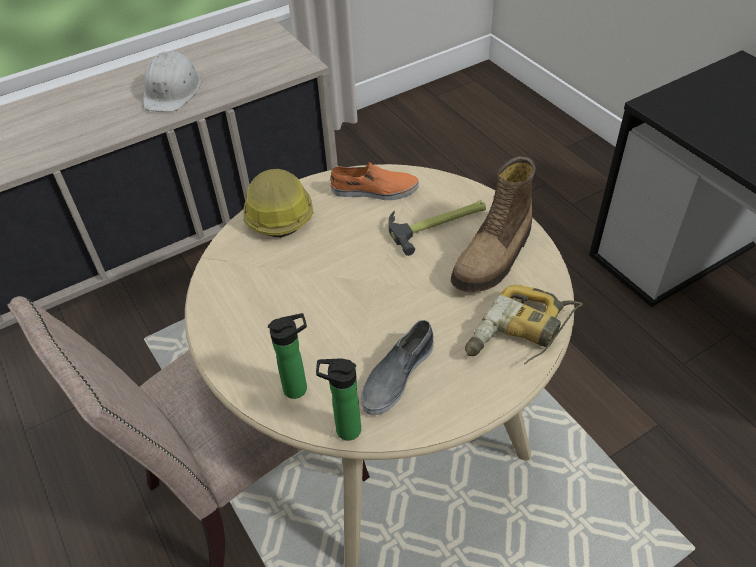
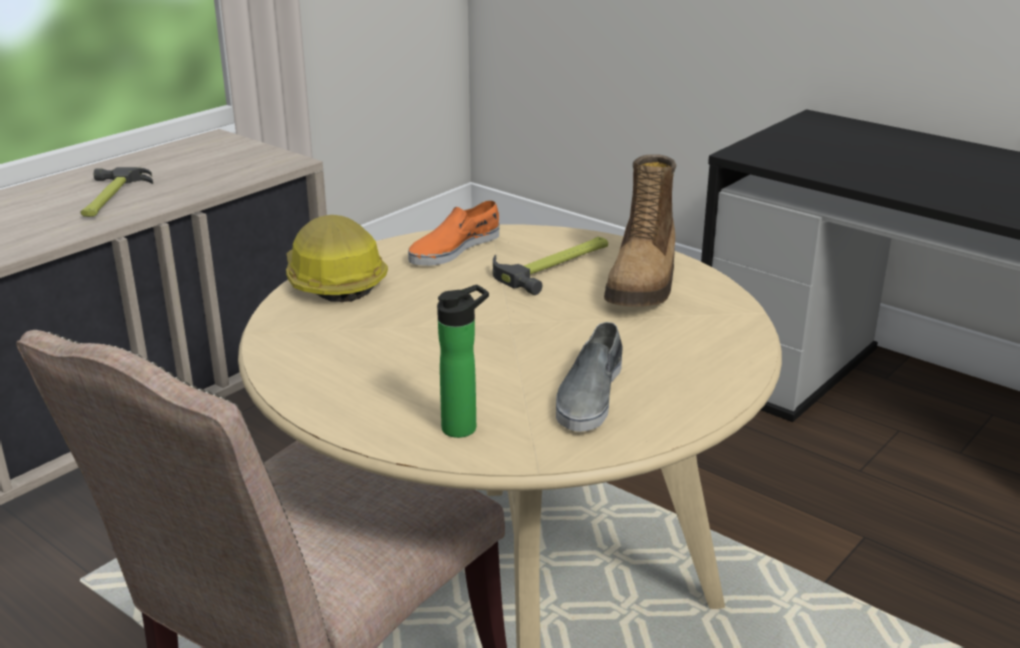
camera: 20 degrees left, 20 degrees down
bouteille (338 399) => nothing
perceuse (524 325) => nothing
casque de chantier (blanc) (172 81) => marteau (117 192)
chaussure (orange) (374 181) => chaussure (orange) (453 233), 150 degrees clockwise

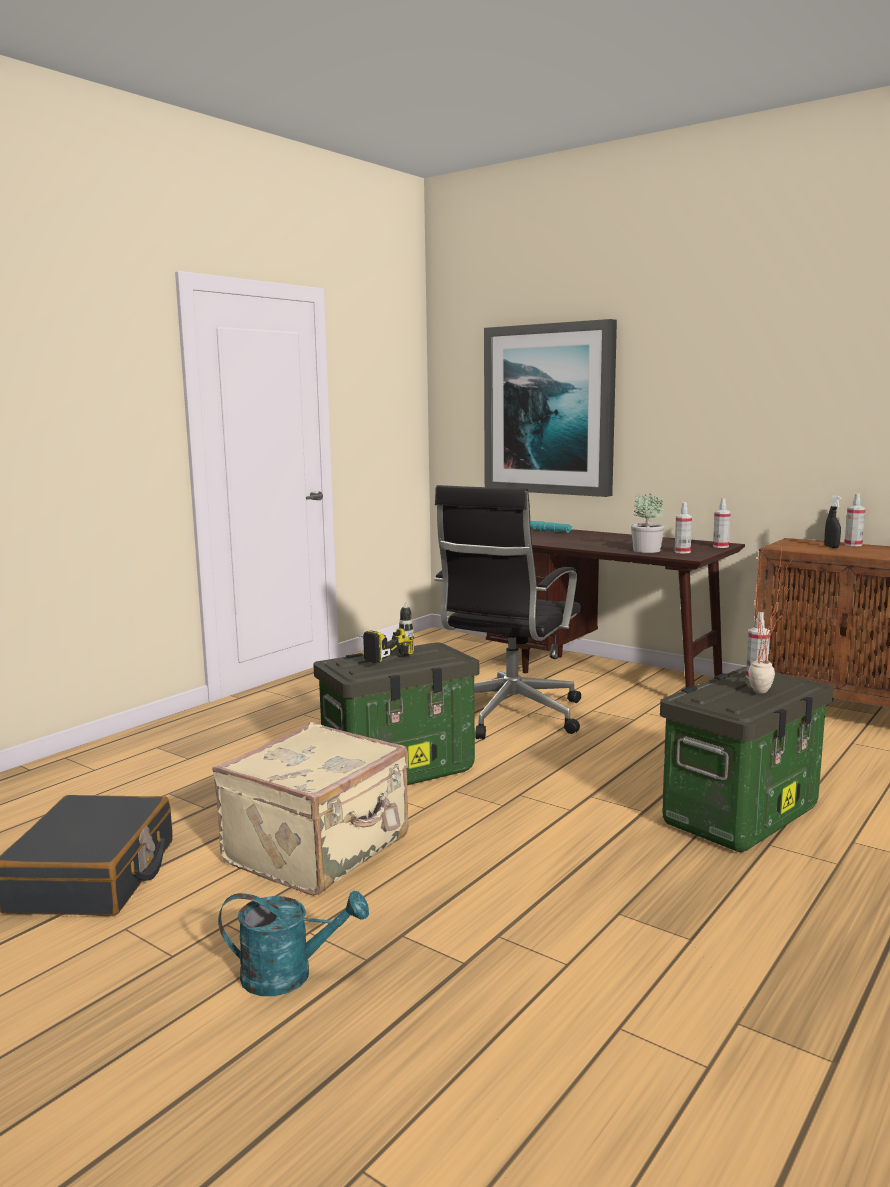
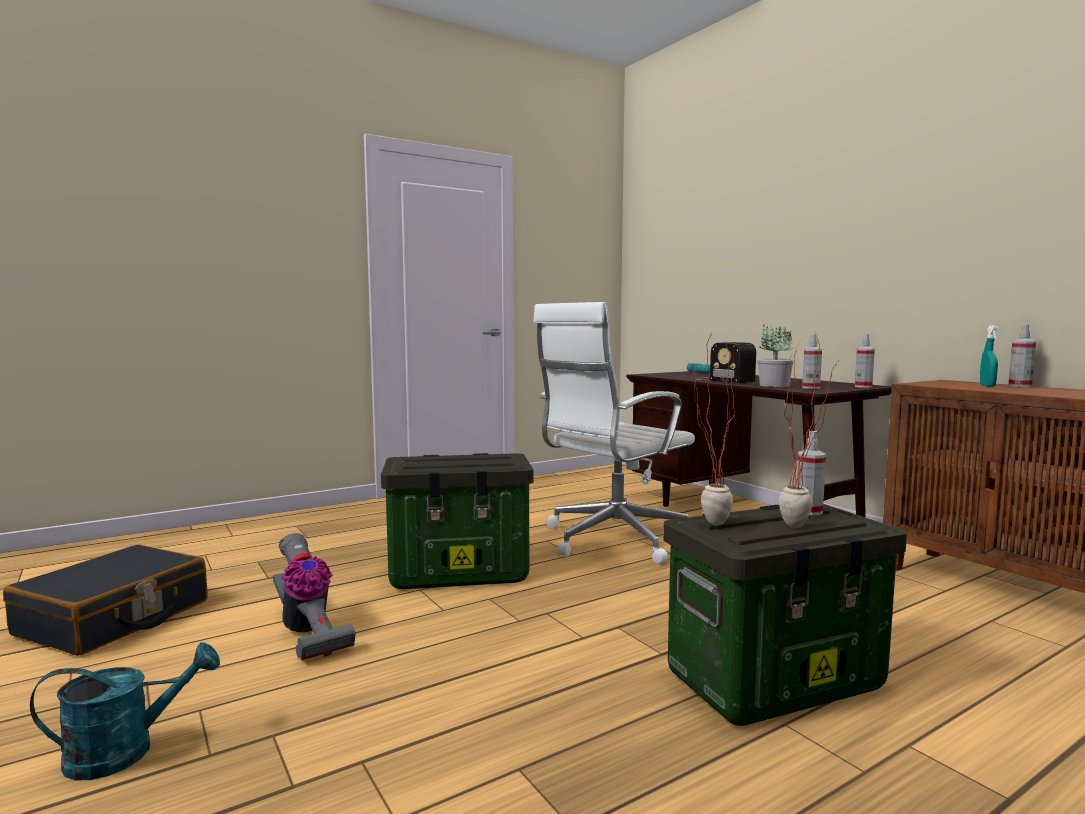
camera: 20 degrees right, 5 degrees down
perceuse (385 633) => nothing
tableau (550 408) => nothing
nothing => plante en pot (711 429)
nothing => radio (726 362)
valise (beige) (310 809) => aspirateur (314 597)
chaise de bureau (noir) (507 612) => chaise de bureau (blanc) (614 433)
vaporisateur (noir) (832 522) => vaporisateur (turquoise) (989 356)
arrosoir (turquoise) (293 943) => arrosoir (turquoise) (125 711), 45 degrees counterclockwise

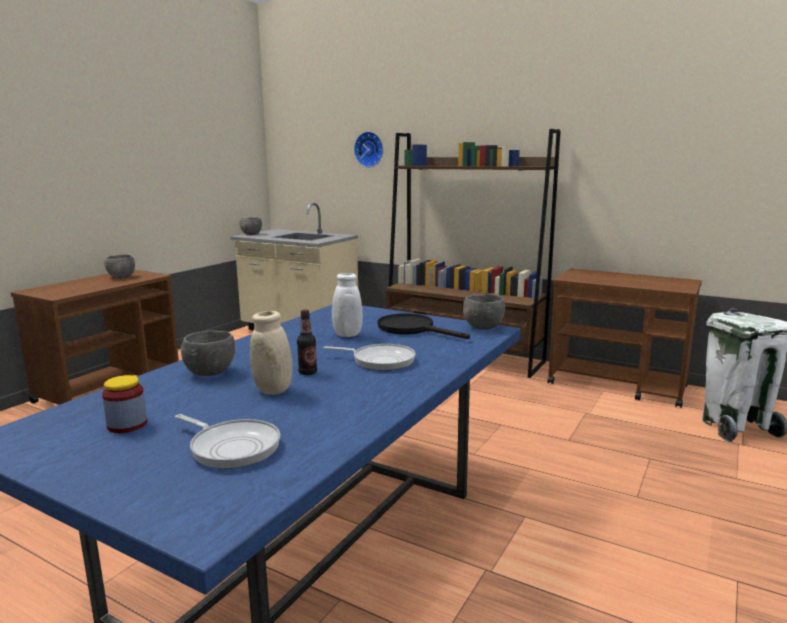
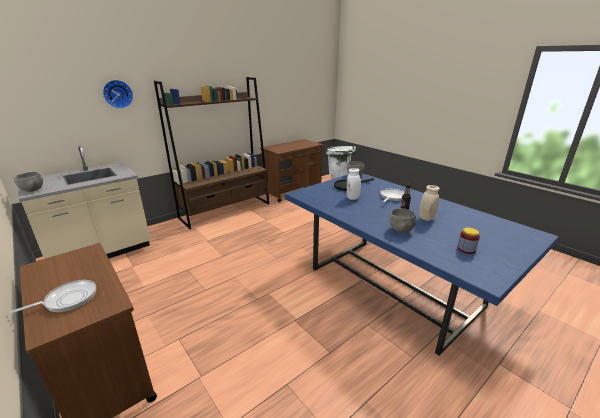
camera: 70 degrees left, 10 degrees up
bol (gris) (119 266) => nothing
poêle (227 441) => poêle (53 297), relocated

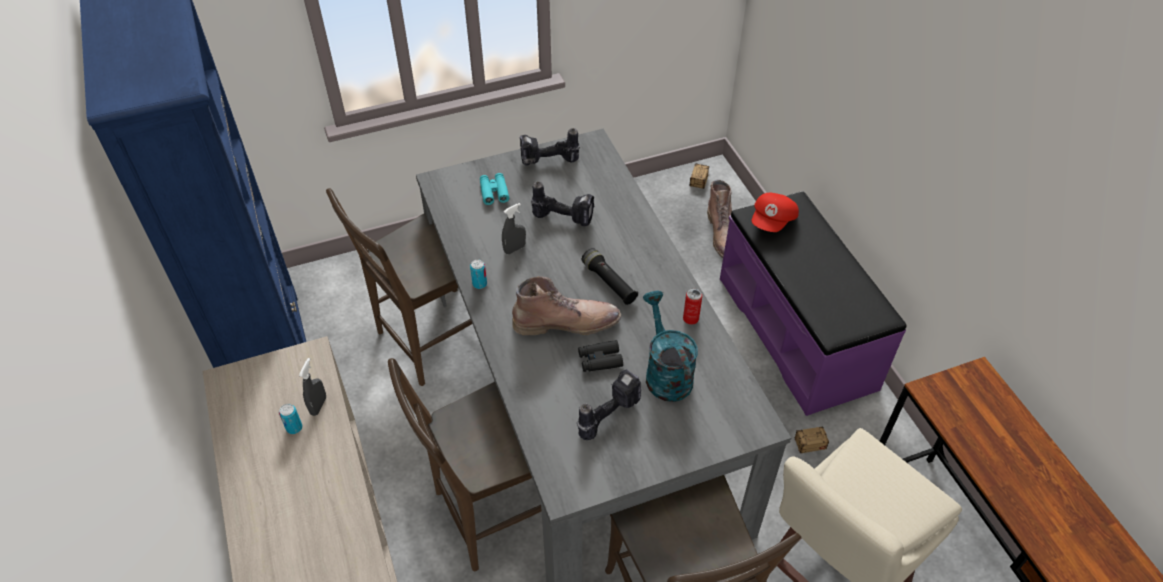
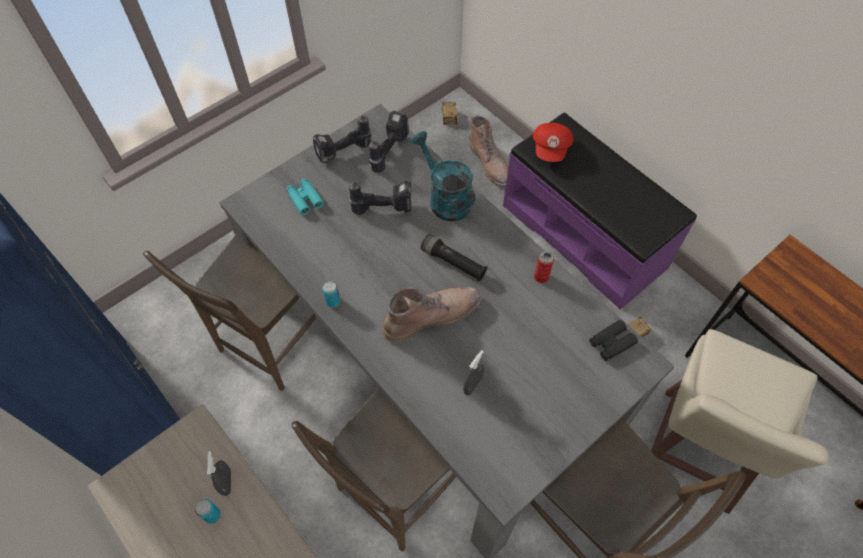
camera: 20 degrees left, 10 degrees up
vaporisateur (gris) (514 228) => vaporisateur (gris) (473 372), relocated
perceuse (609 404) => perceuse (389 142), relocated
jumelles (noir) (600 356) => jumelles (noir) (613 340), relocated
arrosoir (turquoise) (670 346) => arrosoir (turquoise) (443 176), relocated

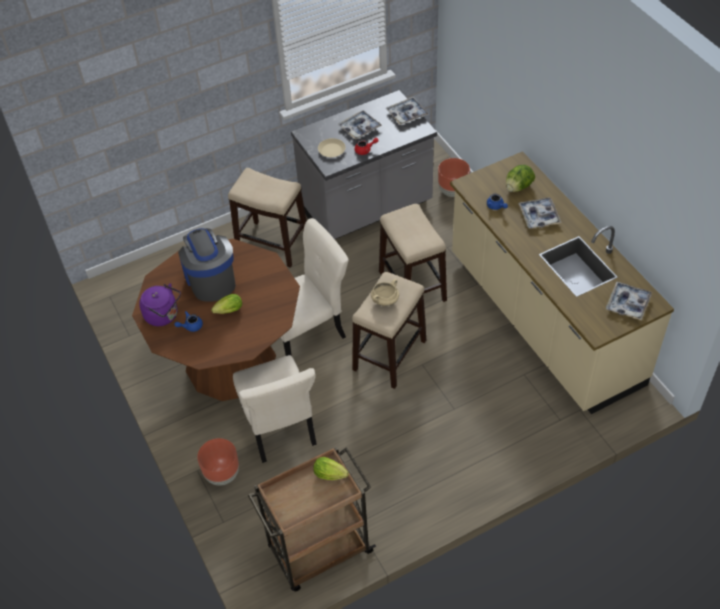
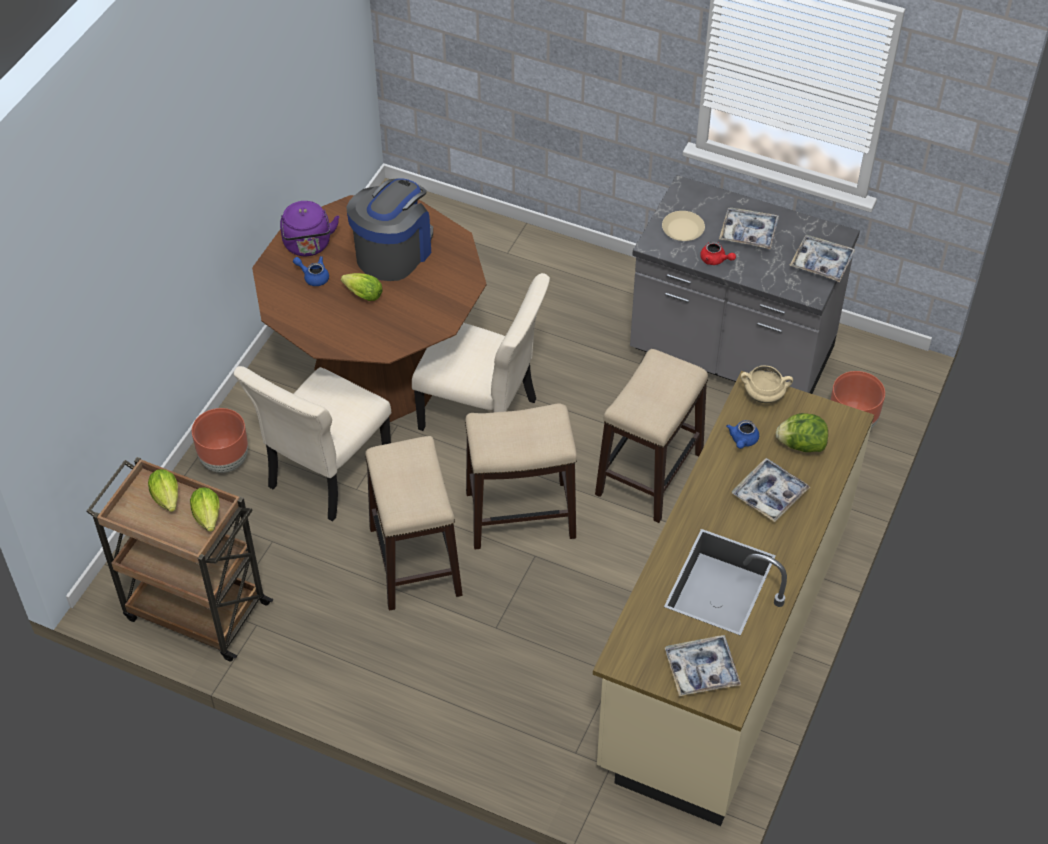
camera: 50 degrees right, 0 degrees up
nothing => laitue (163 490)
tabouret (267 218) => tabouret (414 523), relocated
marmite (beige) (385 292) => marmite (beige) (767 384), relocated

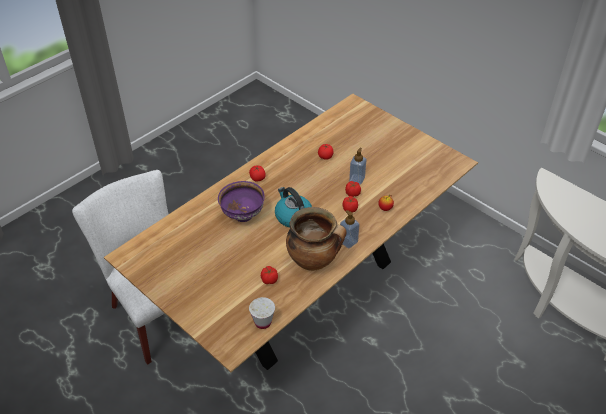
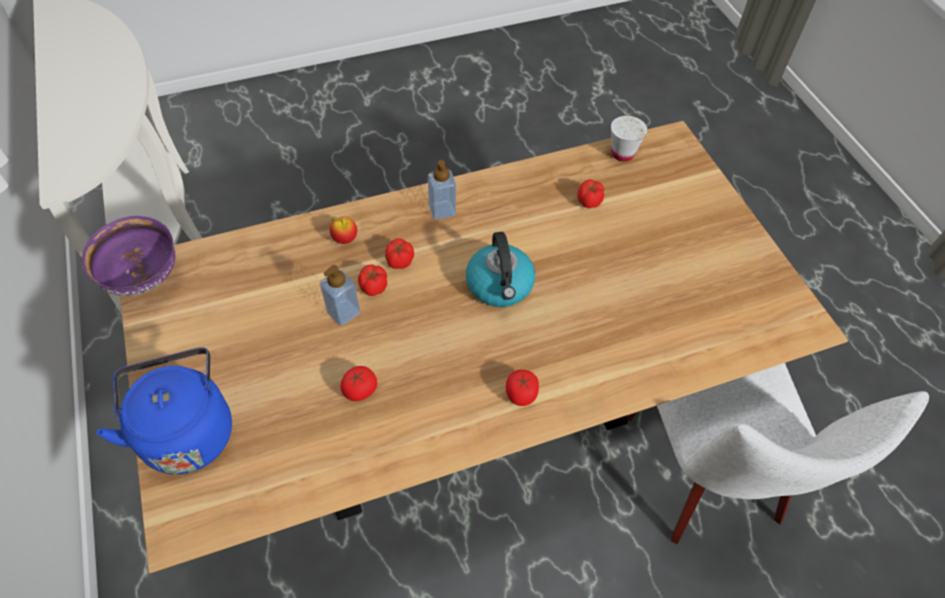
camera: 155 degrees left, 10 degrees up
marmite (316 239) => nothing
nothing => bouilloire (bleu) (164 411)
bol (violet) (241 201) => bol (violet) (128 256), relocated

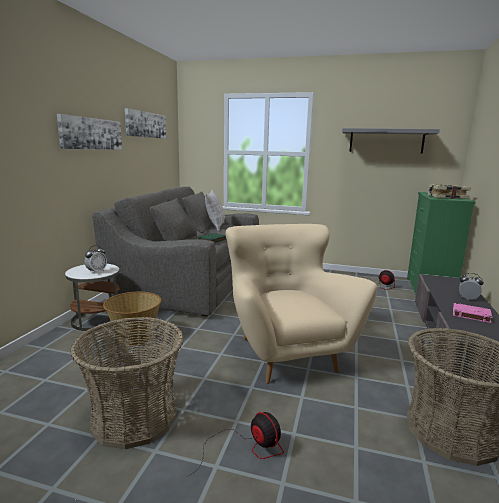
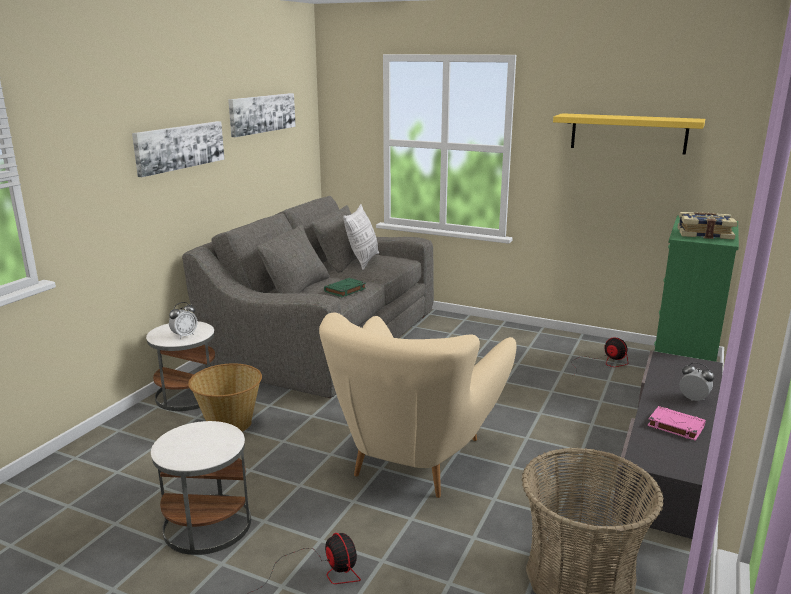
camera: 10 degrees right, 5 degrees up
panier (127 383) => table d'appoint (blanc) (201 488)
étagère (gris) (391 140) => étagère (jaune) (629 134)
fauteuil (beige) (301 304) => fauteuil (beige) (417 405), 150 degrees counterclockwise

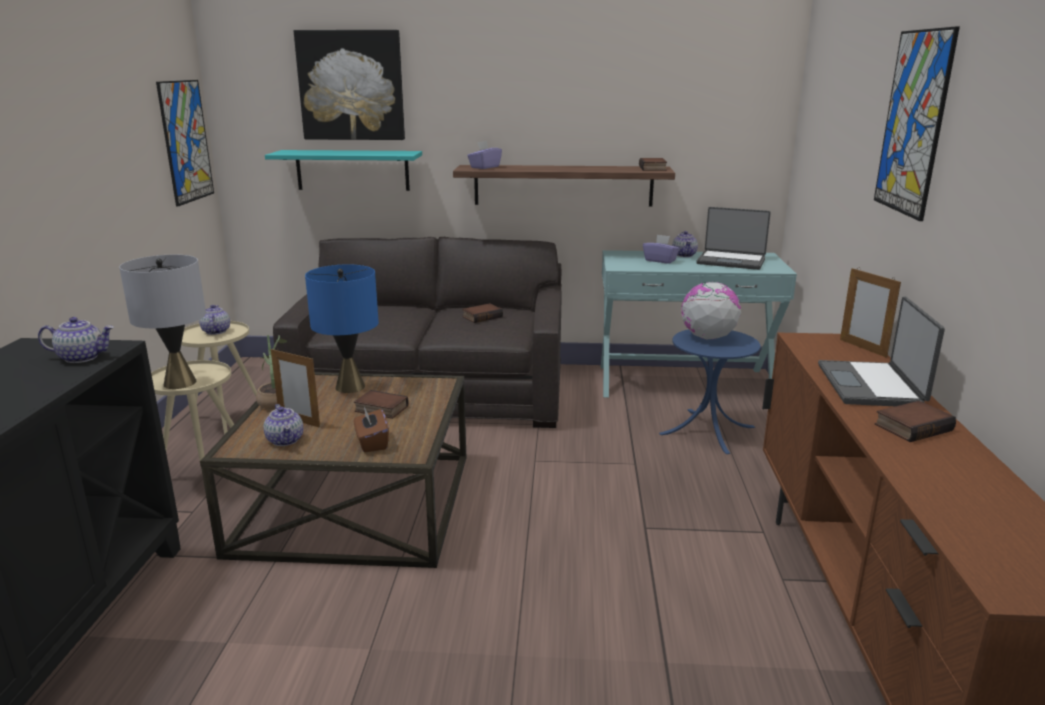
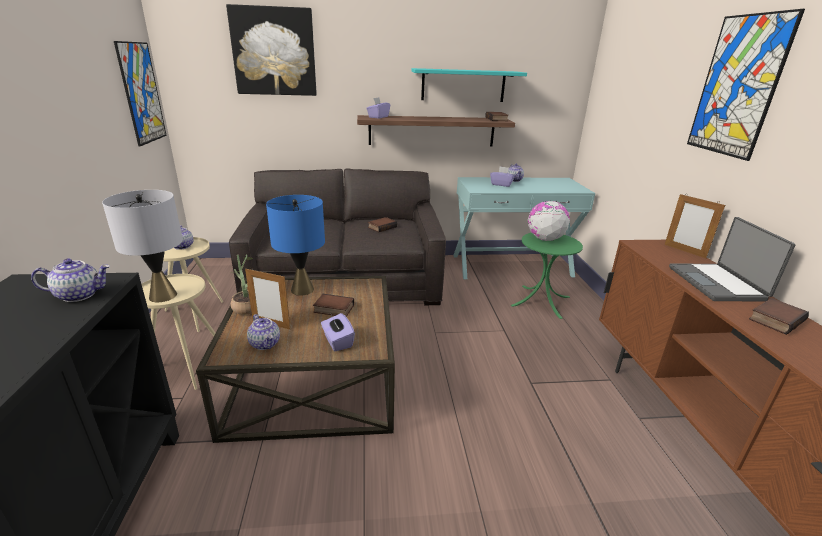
camera: 10 degrees left, 5 degrees up
ordinateur portable (734 238) => nothing
étagère (turquoise) (343 170) => étagère (turquoise) (469 85), relocated
boîte à mouchoirs (marron) (371 429) => boîte à mouchoirs (violet) (338 332)
table d'appoint (bleu) (709 391) => table d'appoint (vert) (547 276)

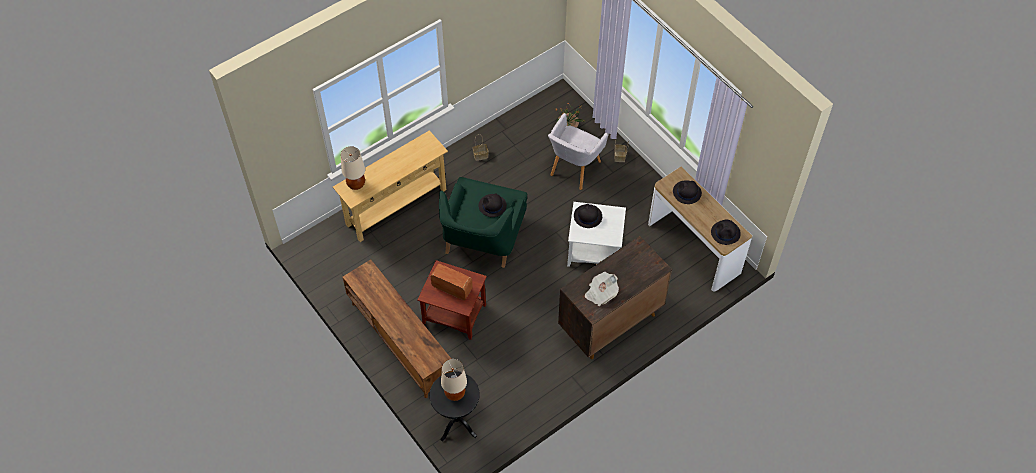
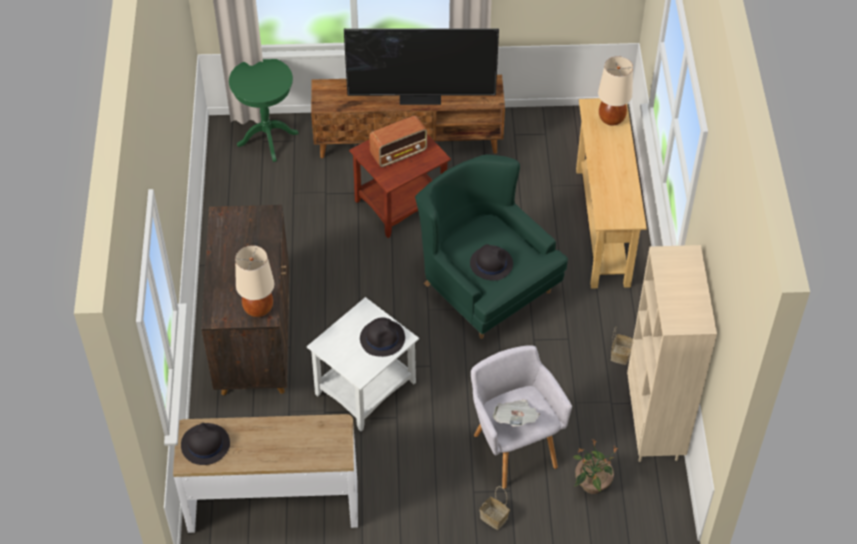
camera: 125 degrees right, 5 degrees down
chapeau (noir) (687 192) => nothing
nothing => téléviseur (421 66)
nothing => bibliothèque (beige) (672 353)
lampe de table (beige) (454 380) => lampe de table (beige) (254 281), relocated
journal (602 289) => journal (516 413), relocated
table d'appoint (noir) (454 407) => table d'appoint (vert) (264 110)

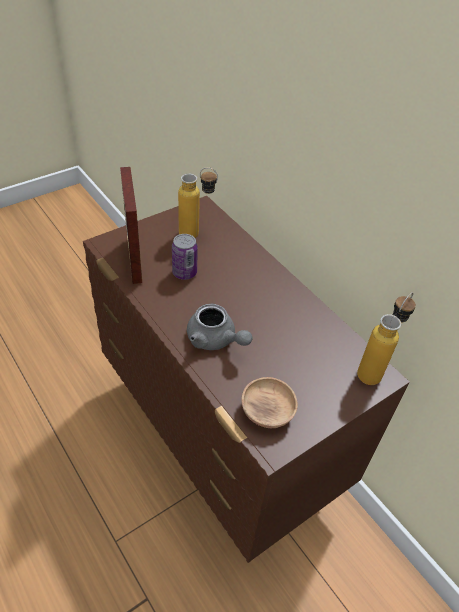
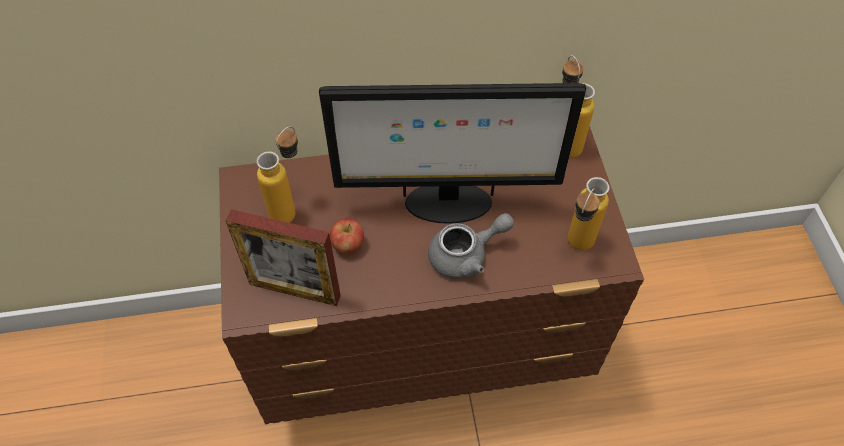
camera: 60 degrees left, 10 degrees up
nothing => écran d'ordinateur (452 153)
boîte métallique (185 257) => pomme (347 236)
bol (marron) (270 402) => bouteille (589 213)

